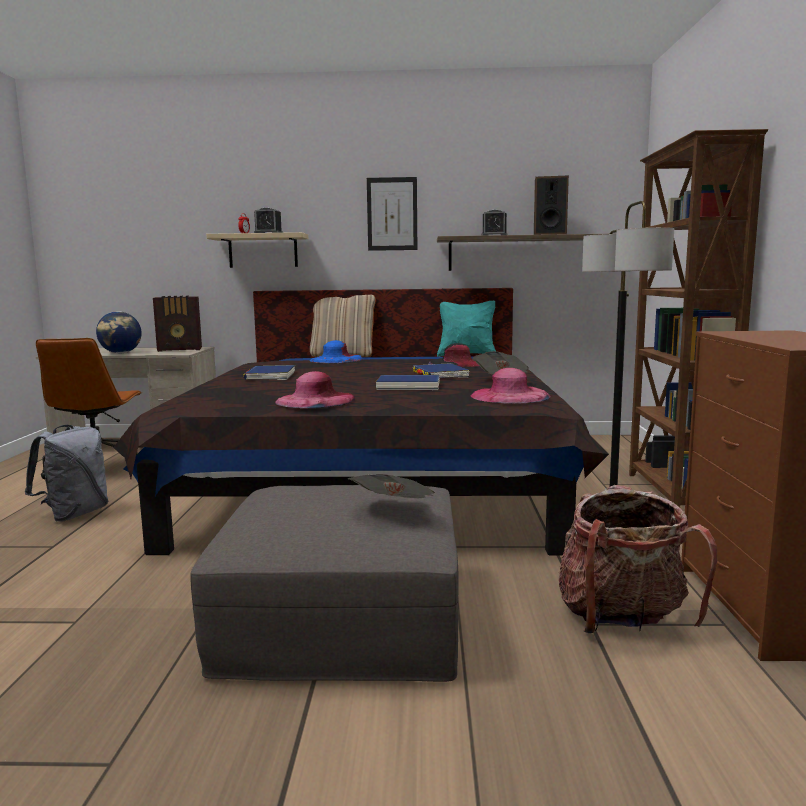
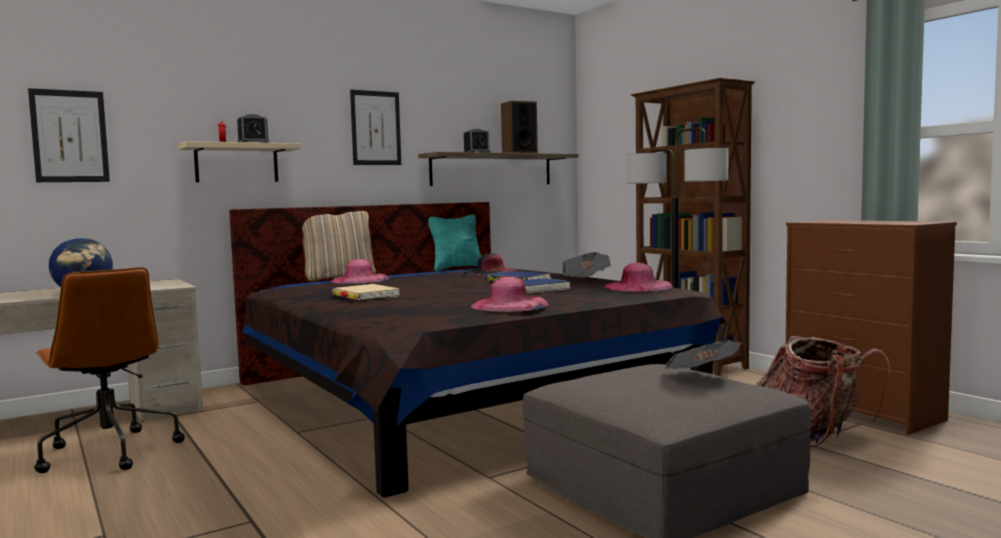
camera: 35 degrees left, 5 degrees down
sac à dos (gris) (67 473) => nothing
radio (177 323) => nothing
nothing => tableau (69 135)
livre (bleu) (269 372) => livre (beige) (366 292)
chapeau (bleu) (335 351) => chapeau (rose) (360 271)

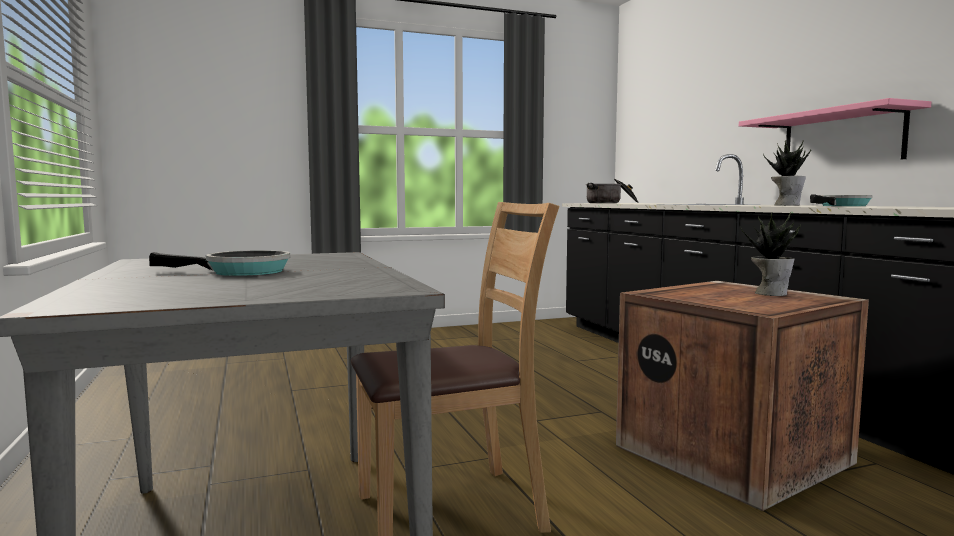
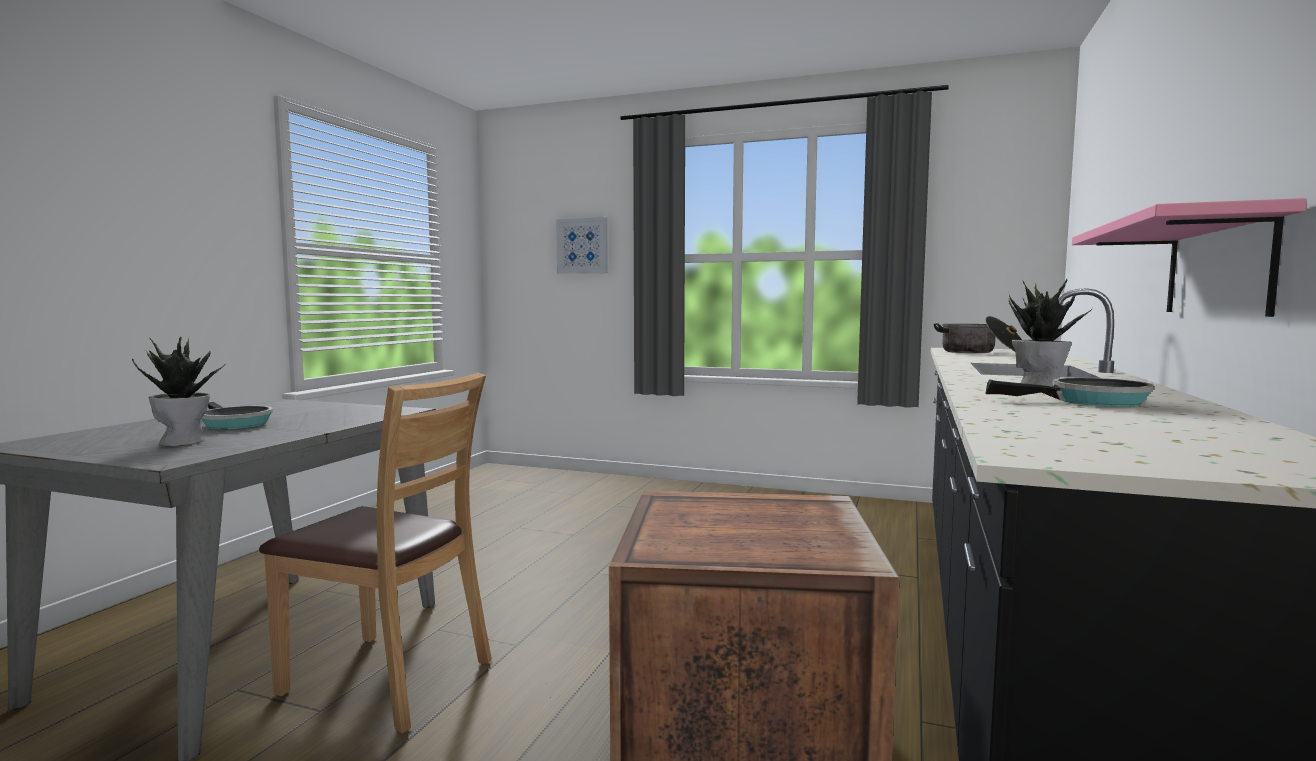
camera: 40 degrees right, 0 degrees up
nothing => tableau (582 245)
plante en pot (771 254) => plante en pot (179 391), relocated

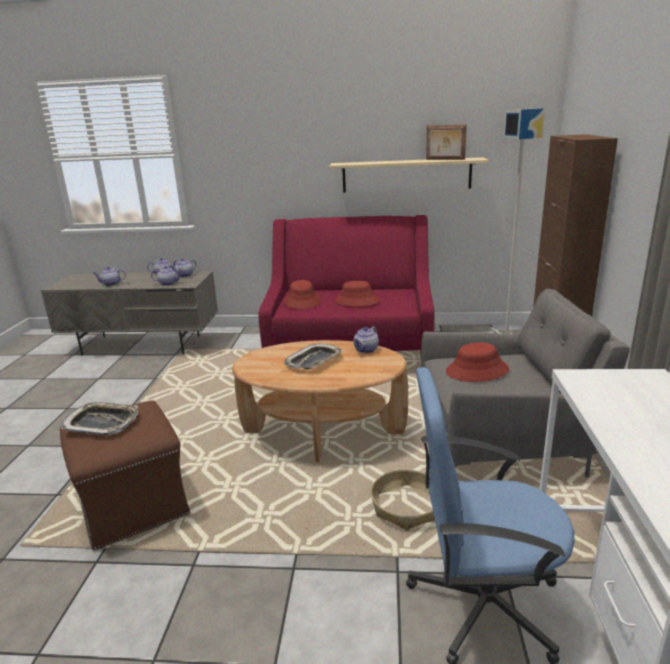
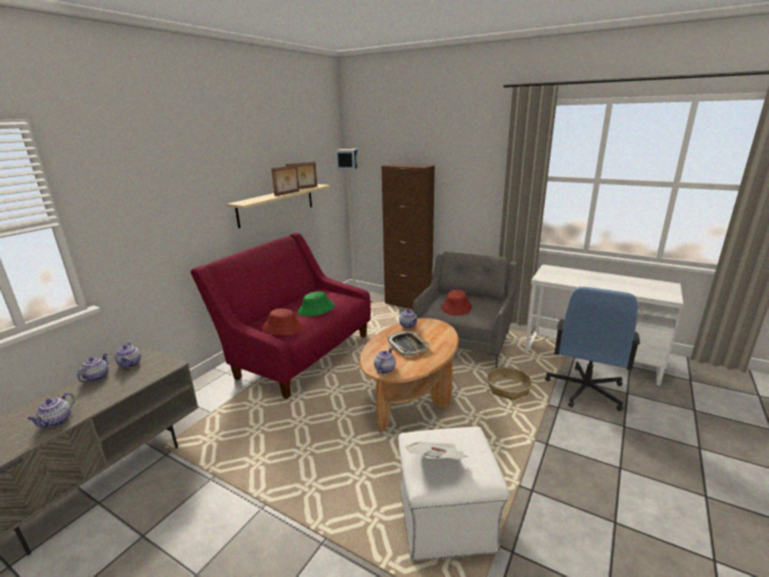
camera: 65 degrees left, 0 degrees up
nothing => cadre photo (285 180)
théière (166 276) => théière (385 360), relocated
plateau (99 418) => journal (436 450)
pouf (marron) (125 475) => pouf (blanc) (453 494)
chapeau (rouge) (357 294) => chapeau (vert) (316 304)

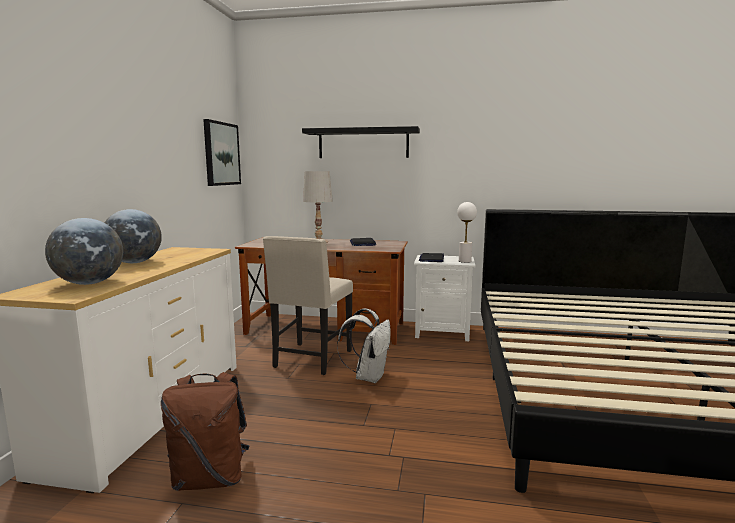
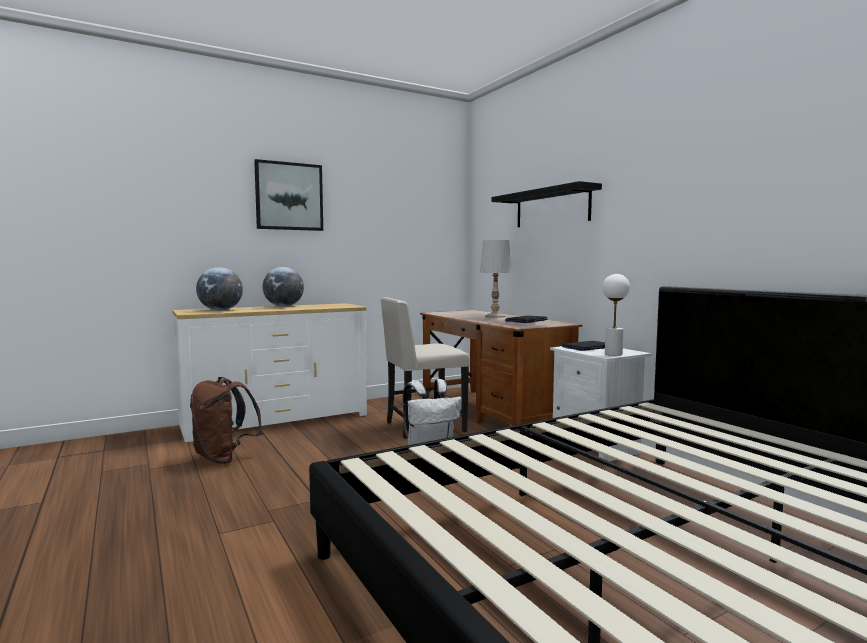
camera: 50 degrees right, 5 degrees down
tableau (222 152) => tableau (288 195), relocated

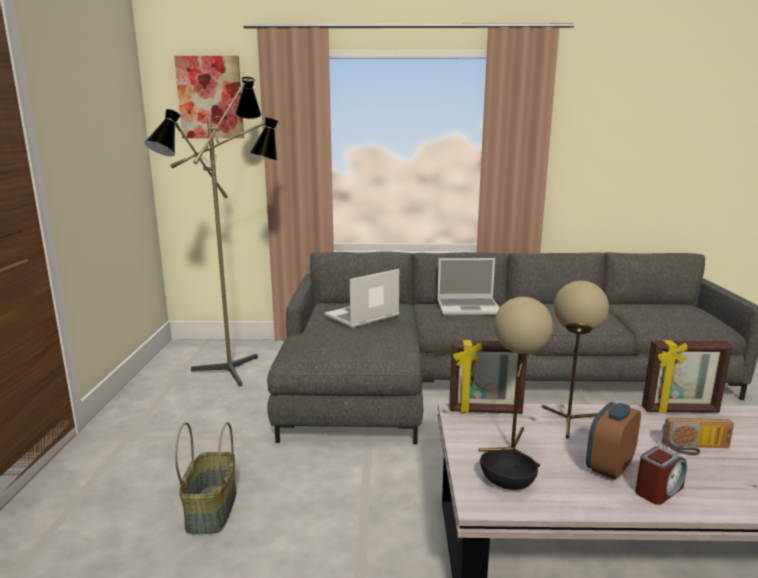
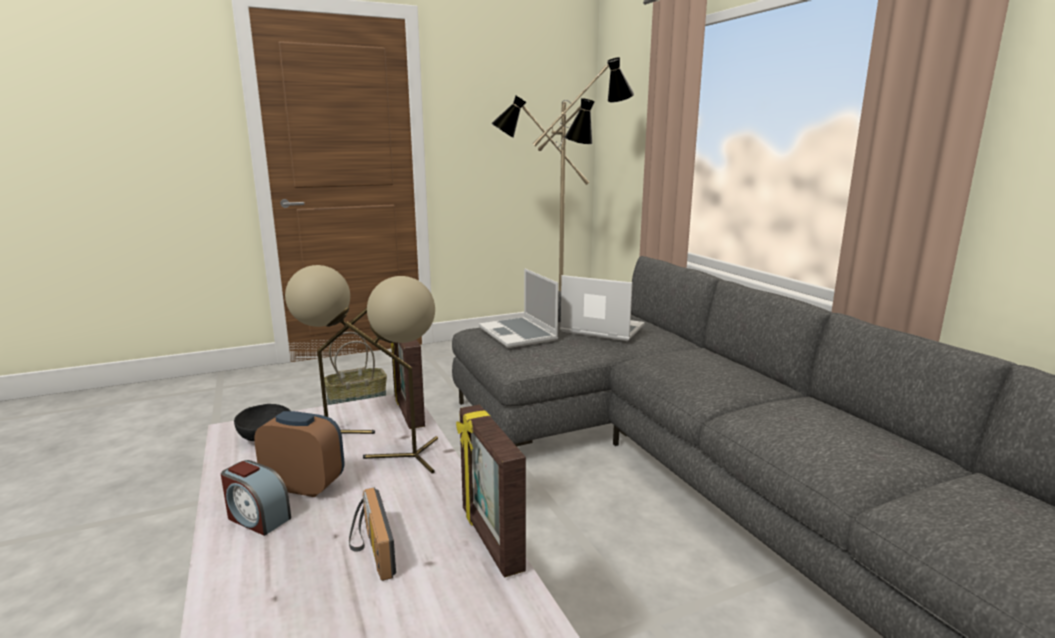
camera: 65 degrees right, 0 degrees up
tableau (209 97) => nothing
ordinateur portable (468 286) => ordinateur portable (519 308), relocated

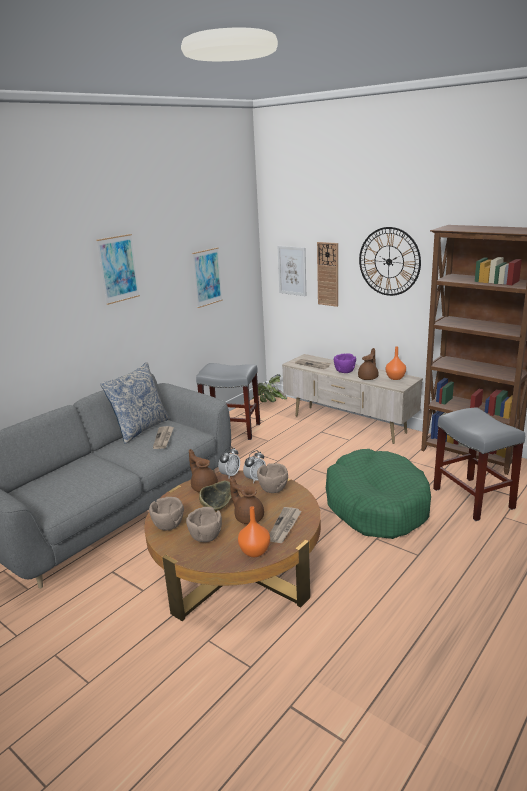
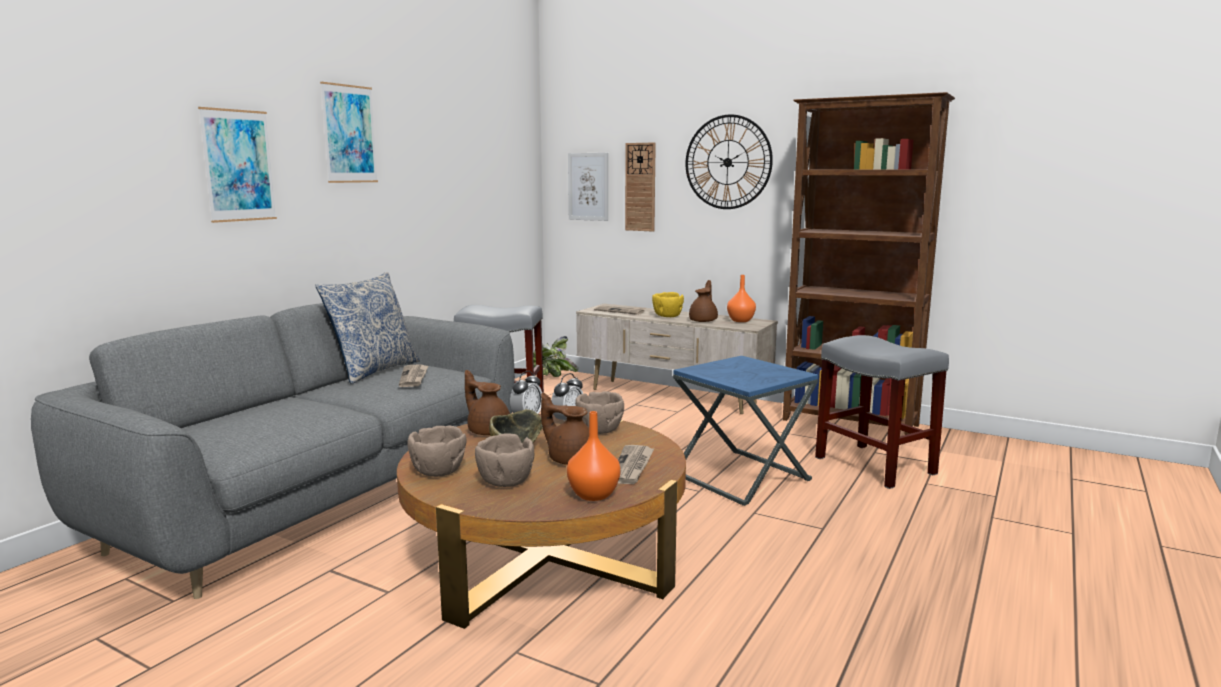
camera: 10 degrees left, 10 degrees down
tableau (207 277) => tableau (237 165), relocated
panier pour chien (vert) (378 494) => table d'appoint (bleu) (745 431)
bol (violet) (345 363) => bol (jaune) (668 304)

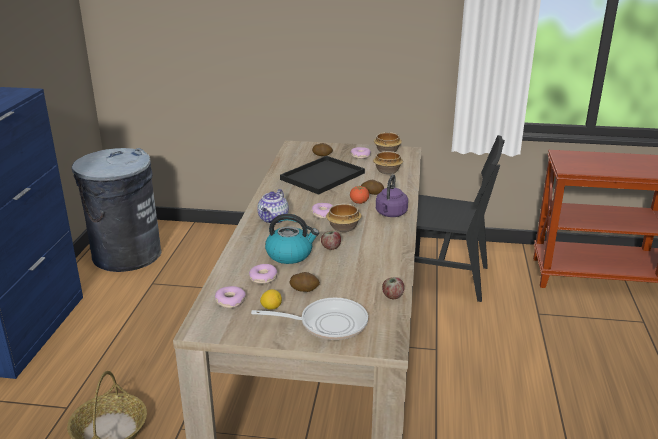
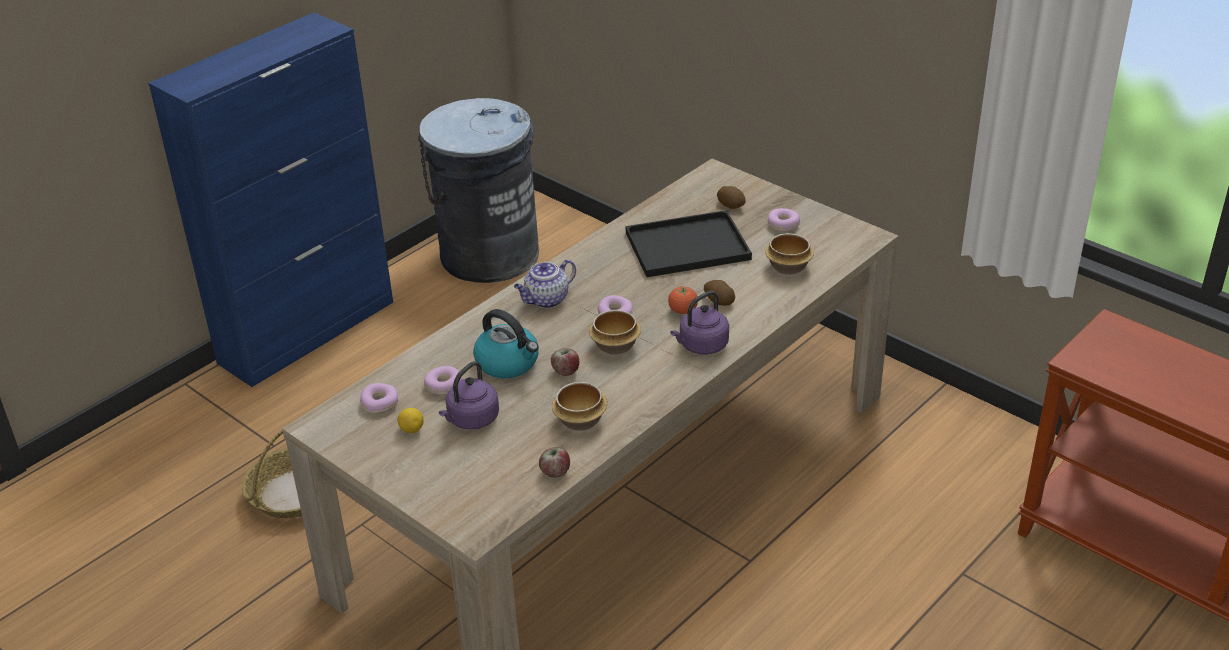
camera: 35 degrees right, 10 degrees up
poêle (309 319) => nothing
chaise (noir) (460 218) => nothing
bol (388 142) => bol (579 406), relocated
pomme de terre (305 282) => bouilloire (violet) (469 395)

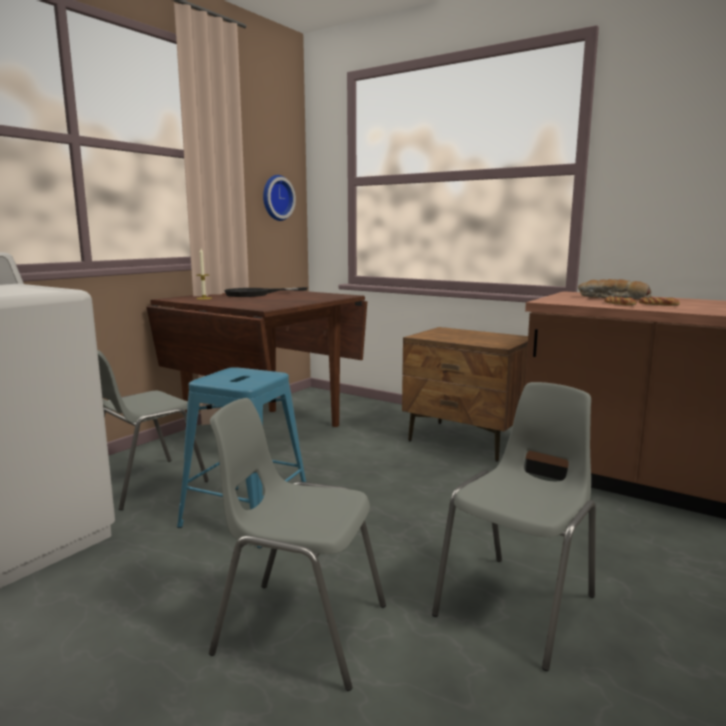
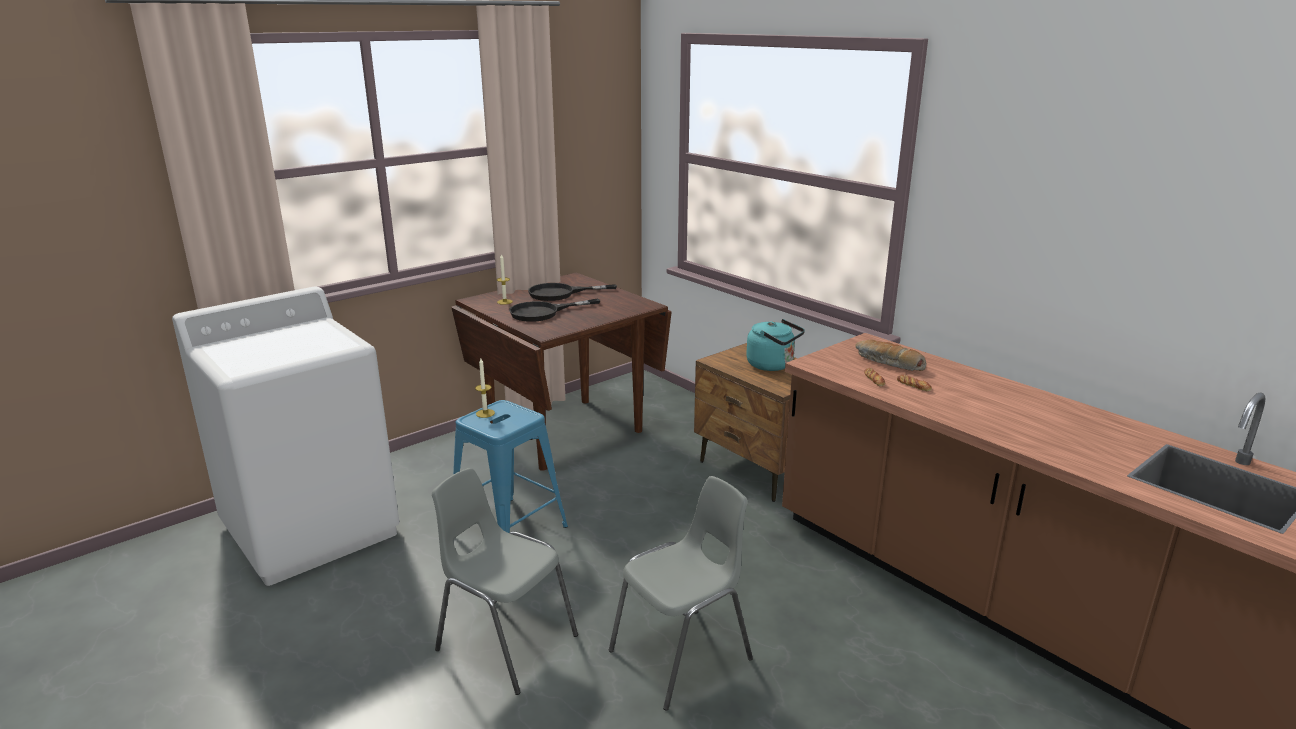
camera: 15 degrees right, 10 degrees up
chaise (gris) (153 430) => nothing
horloge murale (279 198) => nothing
nothing => bougie (485 388)
nothing => poêle (noir) (554 310)
nothing => bouilloire (turquoise) (775 345)

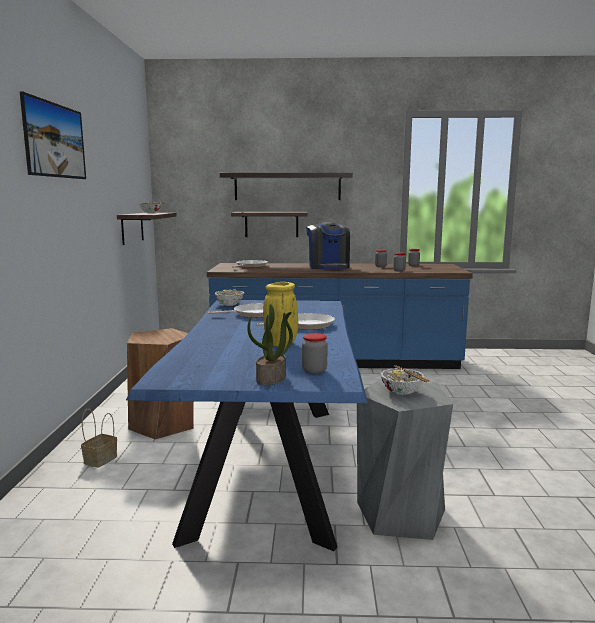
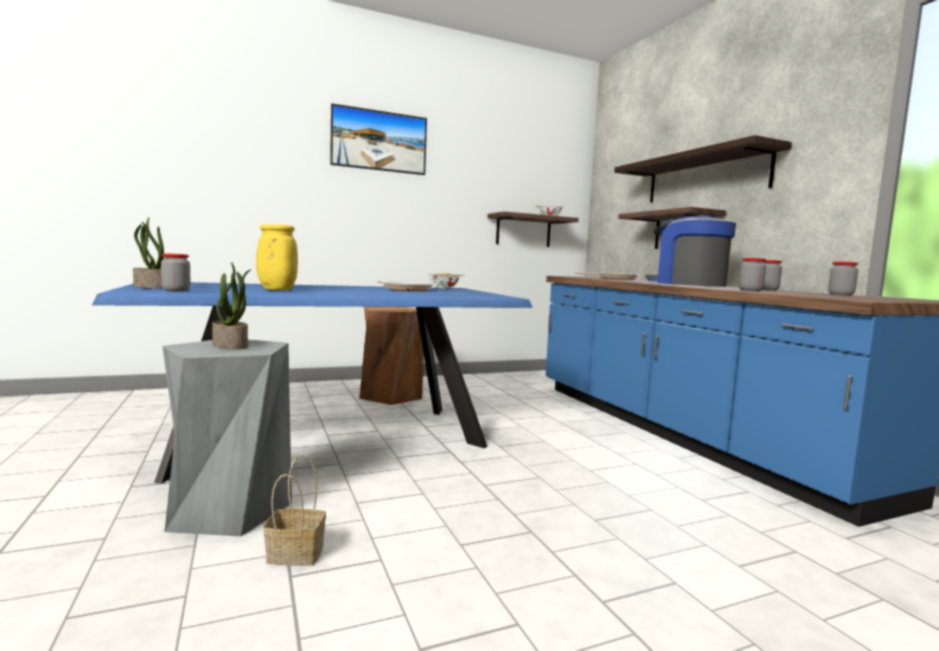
camera: 65 degrees right, 5 degrees down
poêle (295 321) => nothing
panier (99 438) => panier (295 510), relocated
bol (405 380) => plante en pot (231 305)
machine à café (328 245) => machine à café (690 251), 90 degrees clockwise

